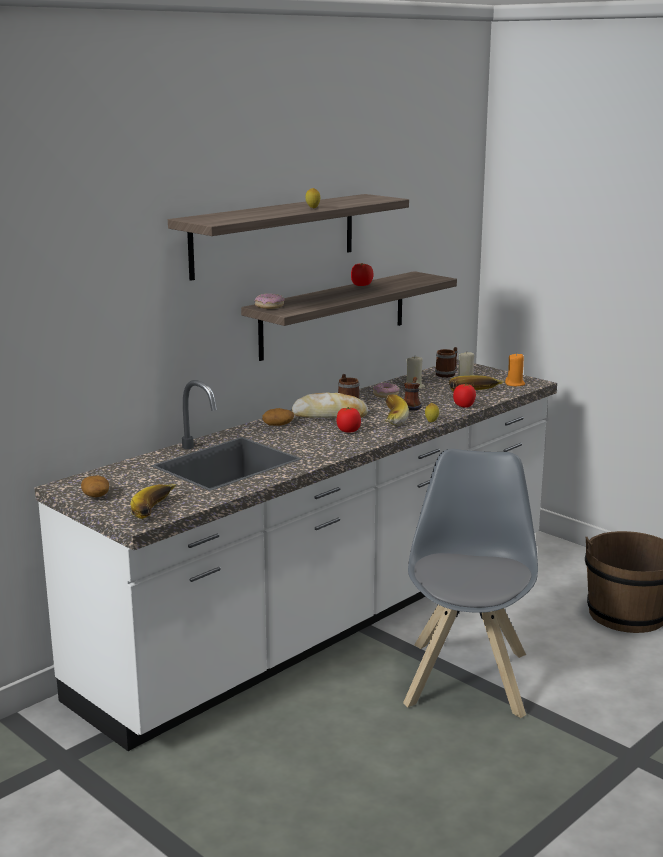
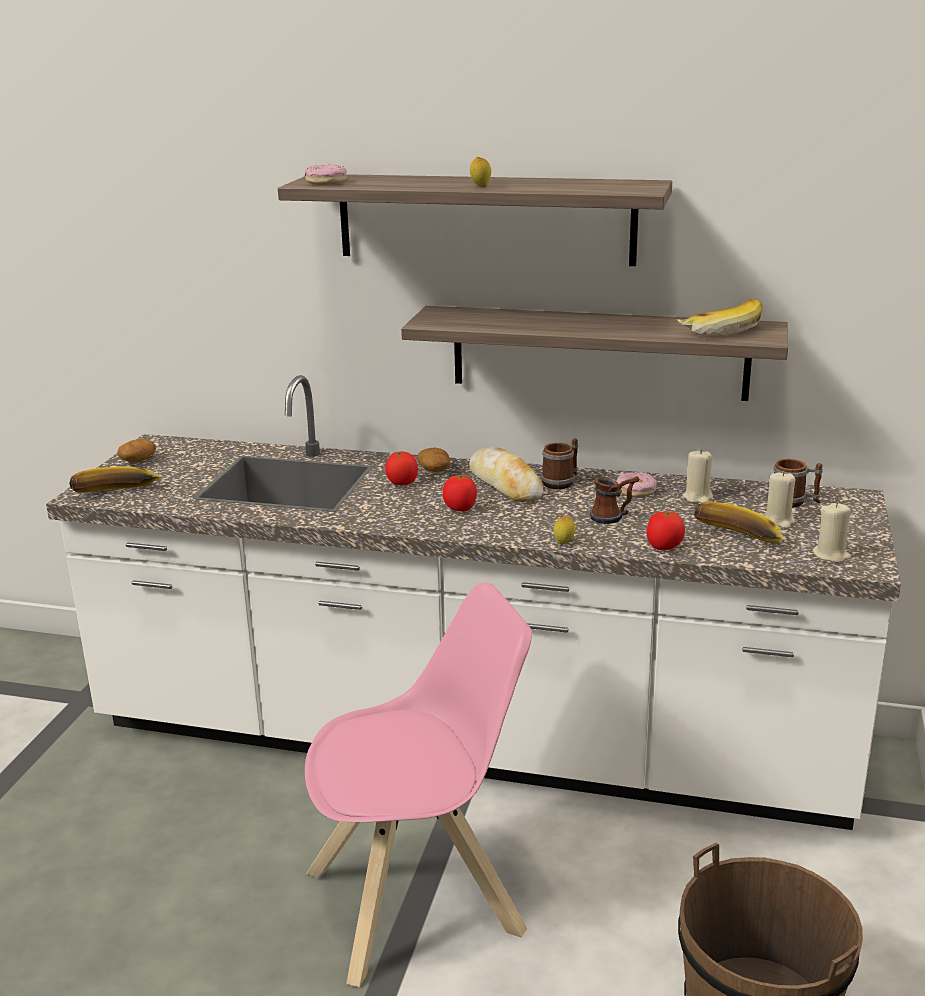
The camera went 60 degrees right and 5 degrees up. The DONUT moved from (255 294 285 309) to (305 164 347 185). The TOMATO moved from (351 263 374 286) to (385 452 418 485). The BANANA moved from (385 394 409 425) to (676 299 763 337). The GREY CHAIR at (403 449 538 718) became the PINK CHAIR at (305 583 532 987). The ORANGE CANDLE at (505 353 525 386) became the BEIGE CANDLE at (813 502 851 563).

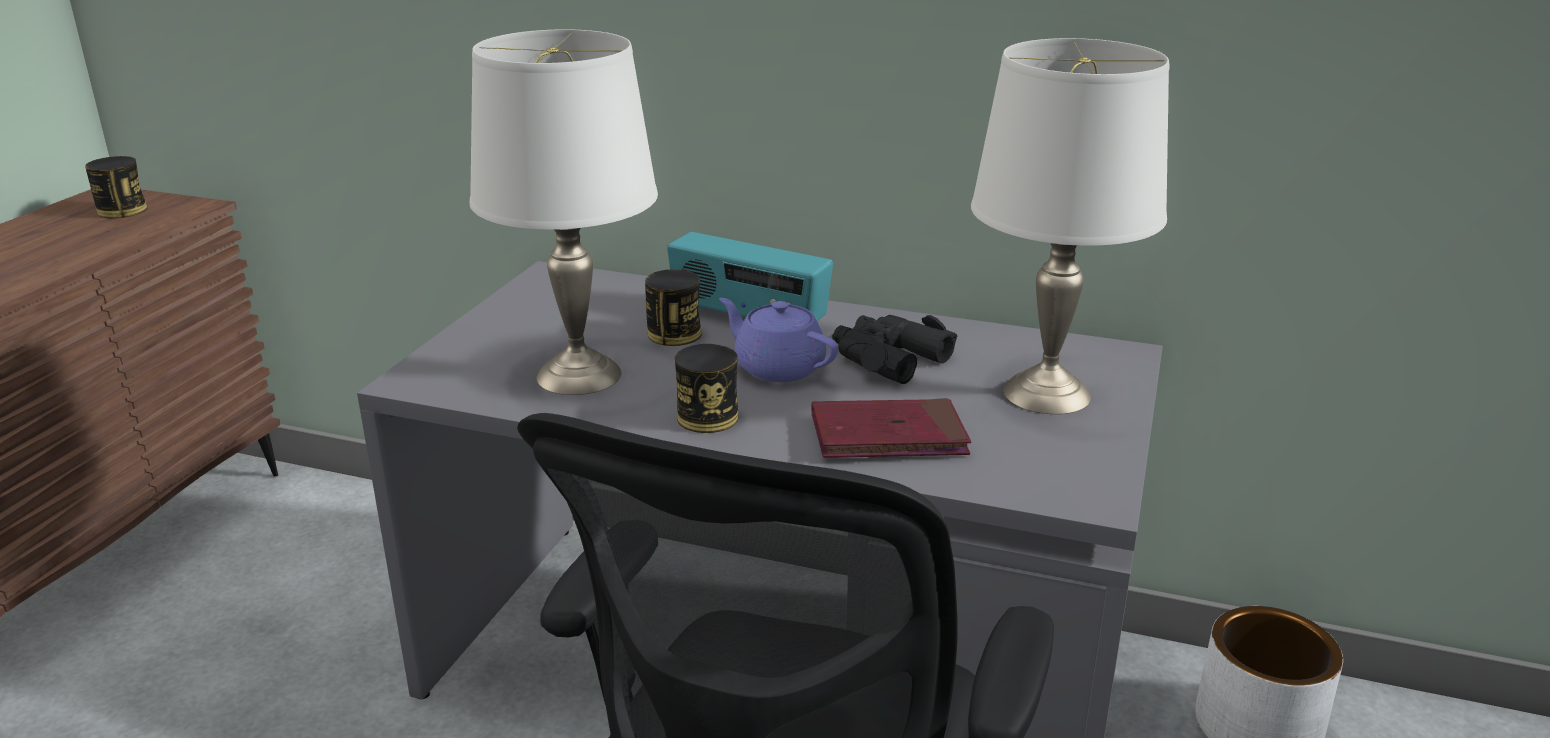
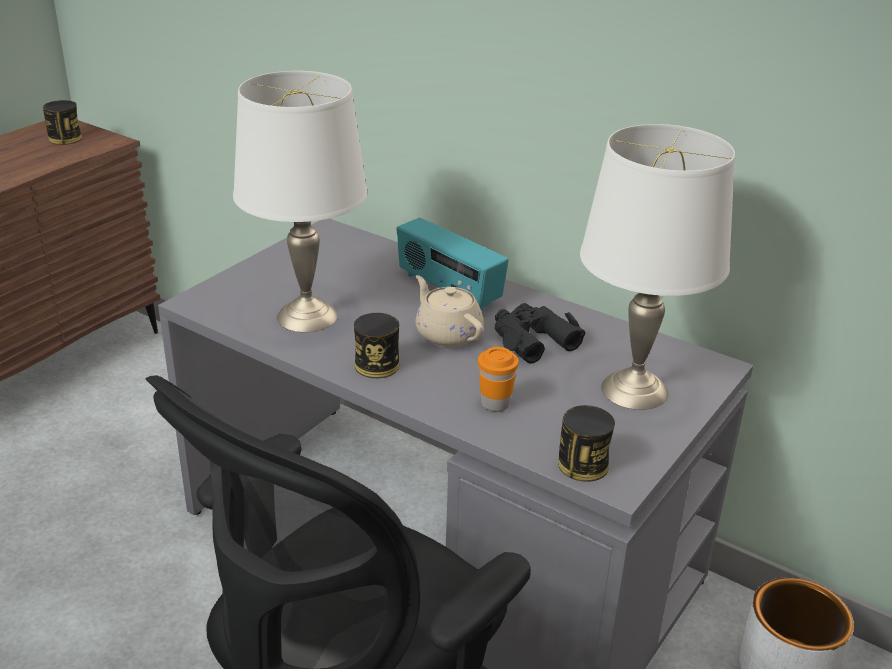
The camera went 15 degrees right and 5 degrees up. The CAN moved from (645 269 702 346) to (558 405 615 482). The RED BOOK at (811 398 971 458) was replaced by the ORANGE CUP at (478 347 519 412). The PURPLE TEAPOT at (719 298 838 382) became the BEIGE TEAPOT at (415 275 484 347).

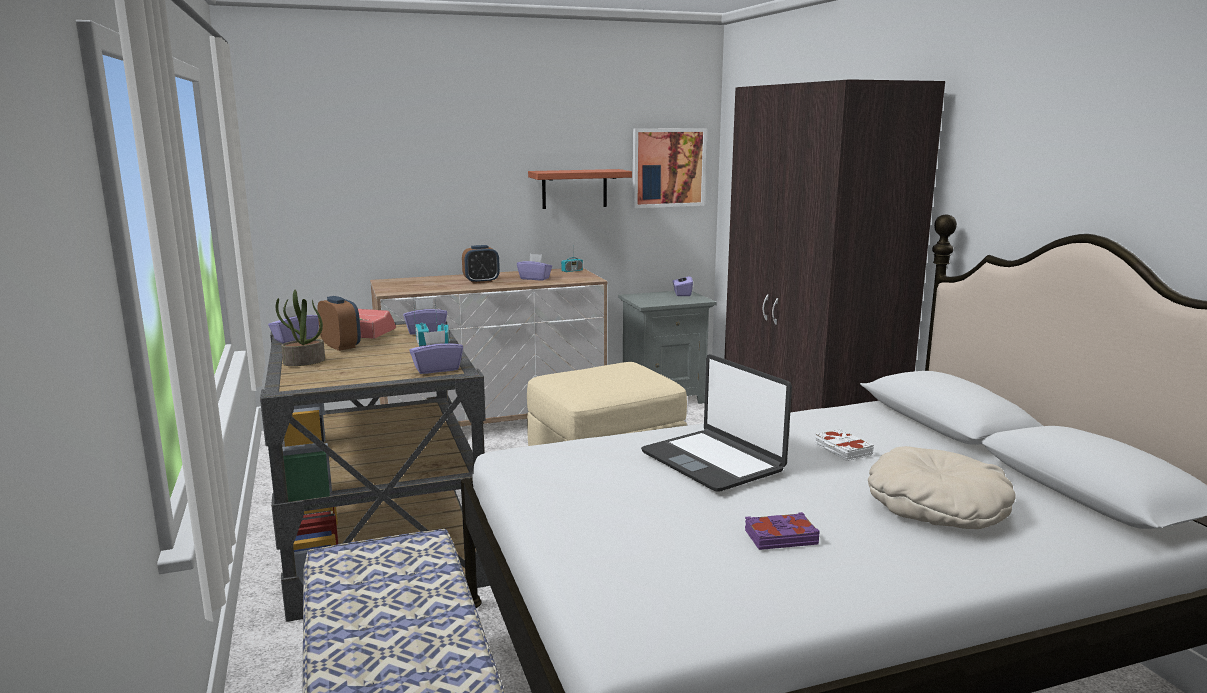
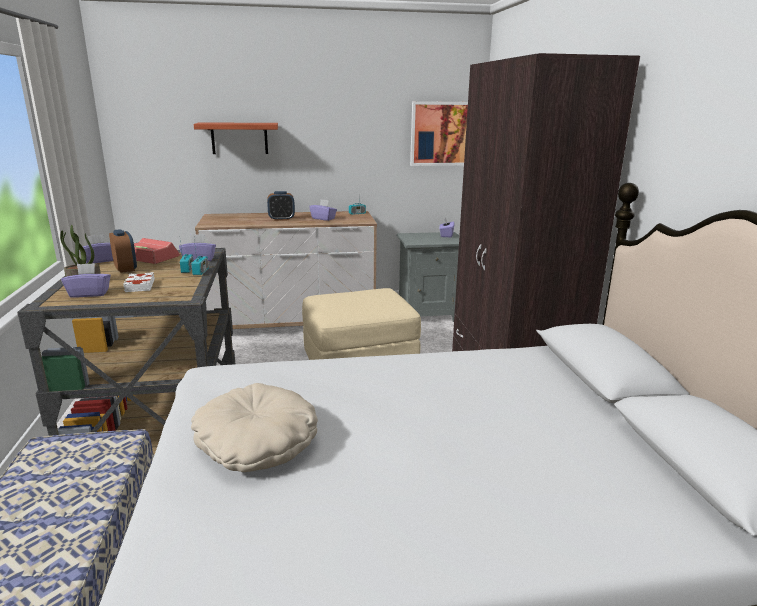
The camera went 10 degrees right and 5 degrees up. The LAPTOP at (641 354 792 492) disappeared. The PURPLE BOOK at (745 512 820 550) disappeared. The PURPLE TISSUE BOX moved from (409 330 463 374) to (61 263 111 298). The SHELF moved from (528 169 632 209) to (194 122 278 154). The WHITE BOOK moved from (815 428 874 461) to (123 272 155 292). The BEIGE PILLOW moved from (868 446 1016 529) to (191 383 318 472).

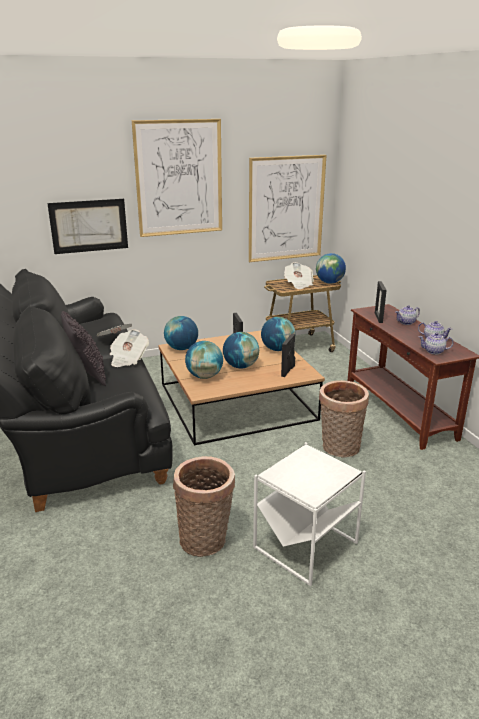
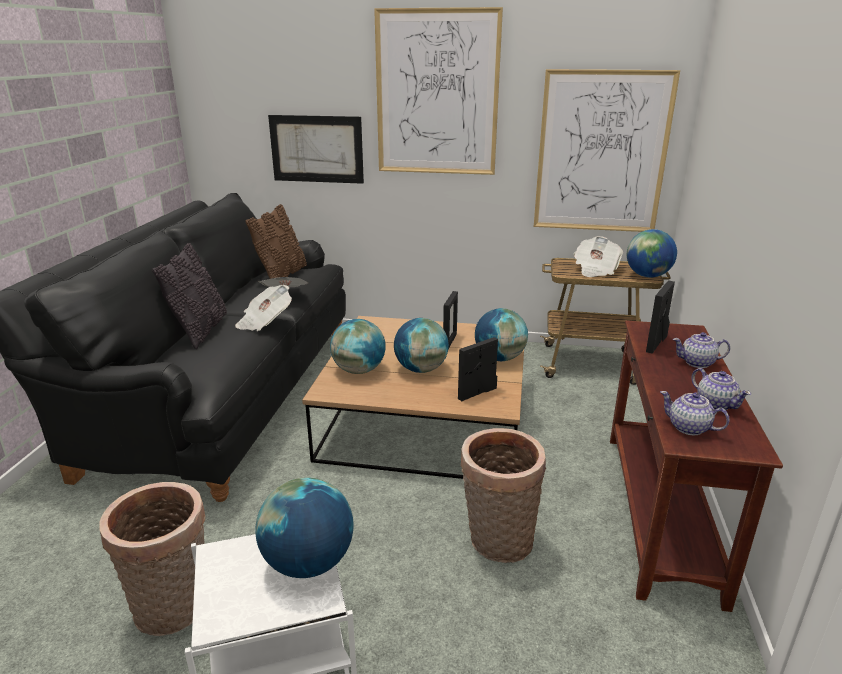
The camera went 30 degrees right and 0 degrees up. The BROWN PILLOW at (245 204 307 279) appeared. The GLOBE moved from (164 316 198 350) to (255 477 353 578).

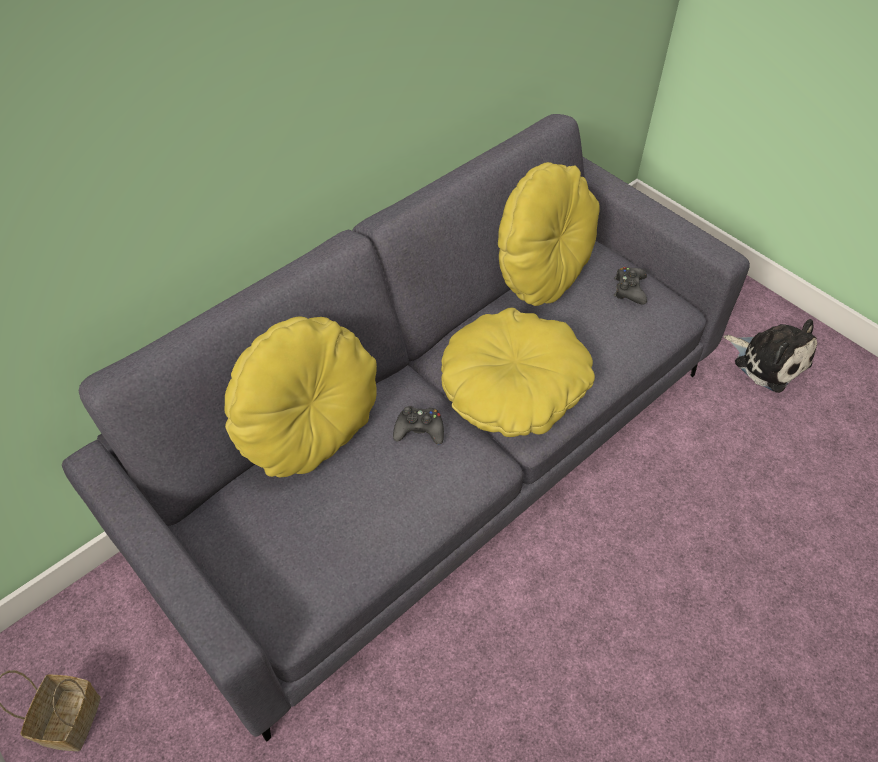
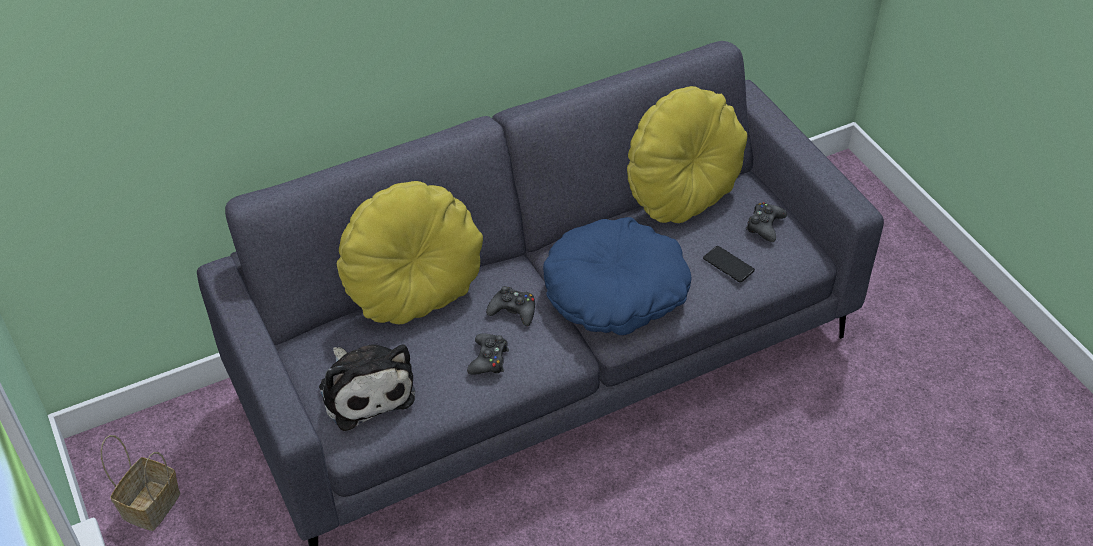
The camera went 15 degrees right and 5 degrees down. The BLACK GAME CONTROLLER at (467 333 509 375) appeared. The PHONE at (703 246 755 282) appeared. The PLUSH TOY moved from (724 319 817 393) to (319 344 415 431). The YELLOW PILLOW at (441 308 595 437) became the BLUE PILLOW at (543 217 691 335).

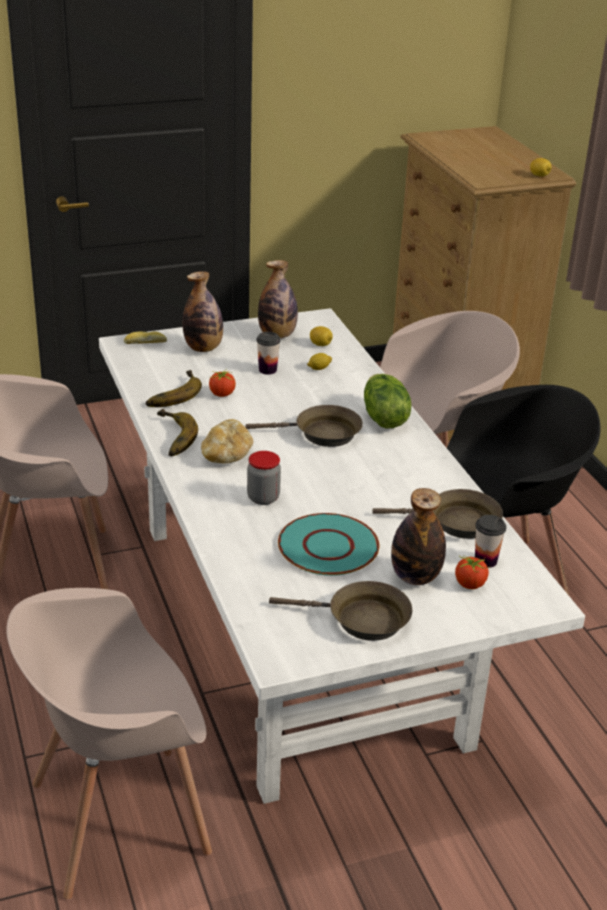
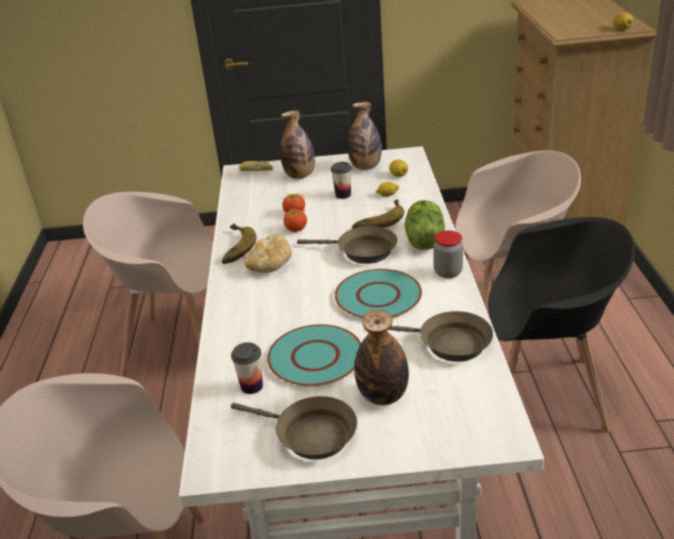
The camera went 20 degrees right and 0 degrees up. The TURQUOISE PLATE at (335 269 422 318) appeared. The BANANA moved from (146 370 202 407) to (352 200 404 229). The JAR moved from (247 451 281 505) to (433 230 463 278). The TOMATO moved from (455 556 489 589) to (283 208 307 232). The CUP moved from (475 515 506 568) to (231 342 263 394).

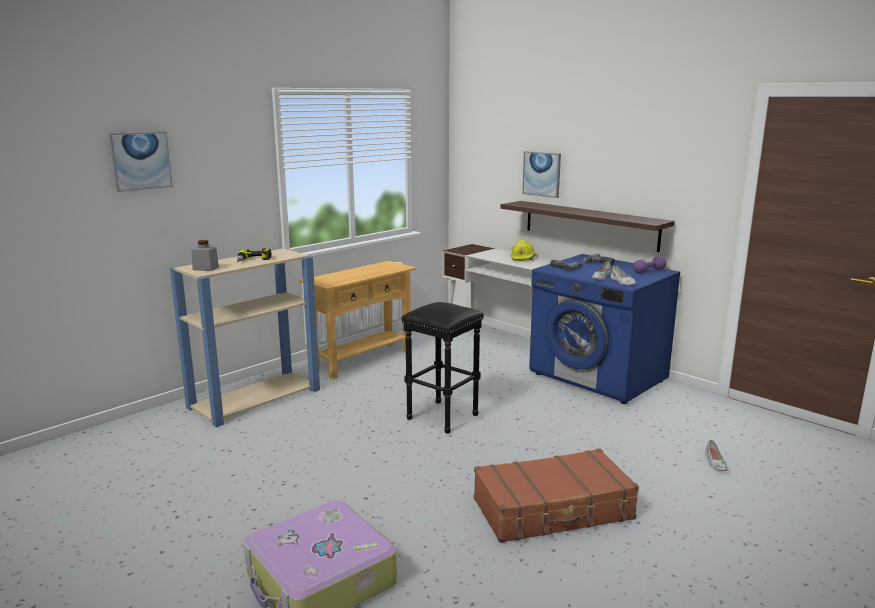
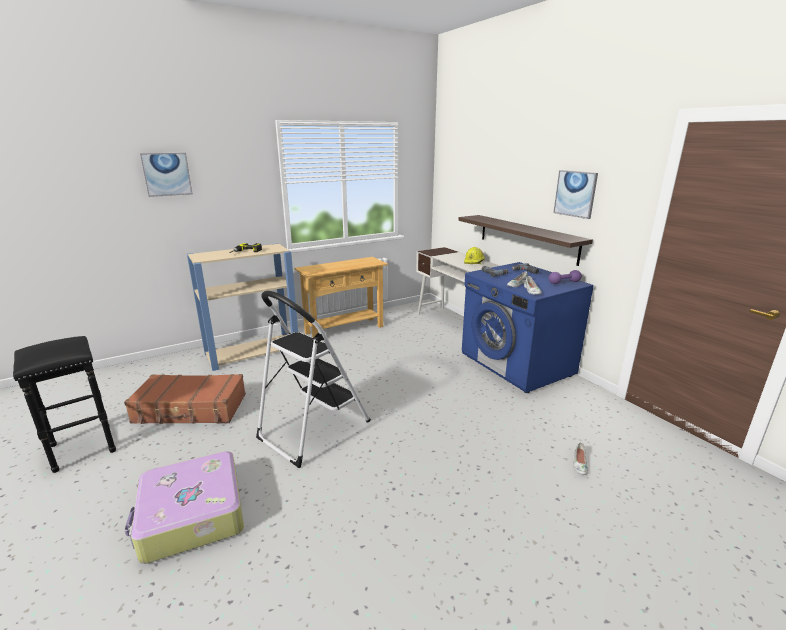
The camera went 15 degrees right and 5 degrees up. The GREY JAR at (192 240 219 271) disappeared. The STEP LADDER at (256 291 371 468) appeared. The BLACK STOOL moved from (401 302 484 434) to (13 336 116 473). The BROWN SUITCASE moved from (474 448 639 543) to (124 374 246 424). The PICTURE moved from (522 151 561 198) to (553 170 598 219).

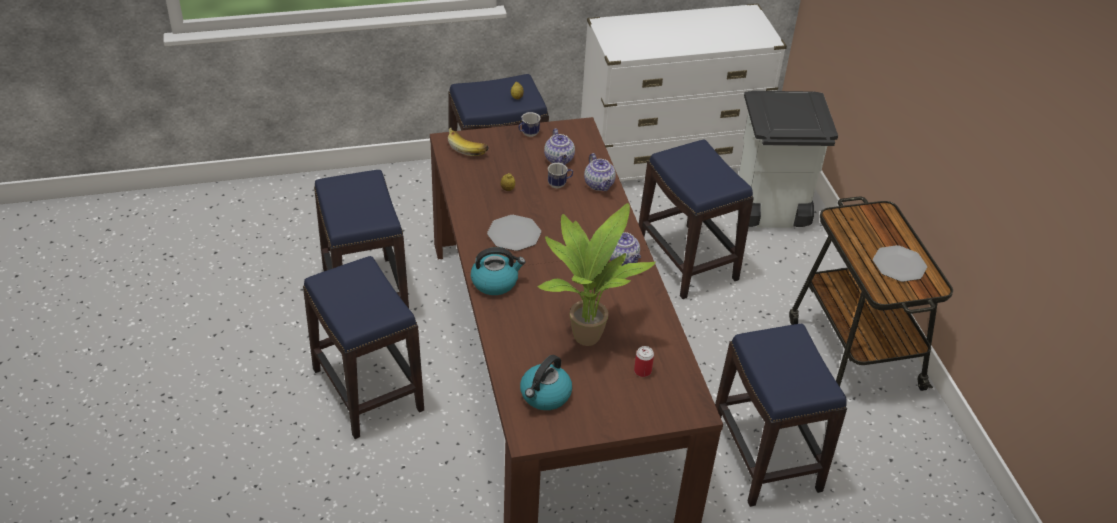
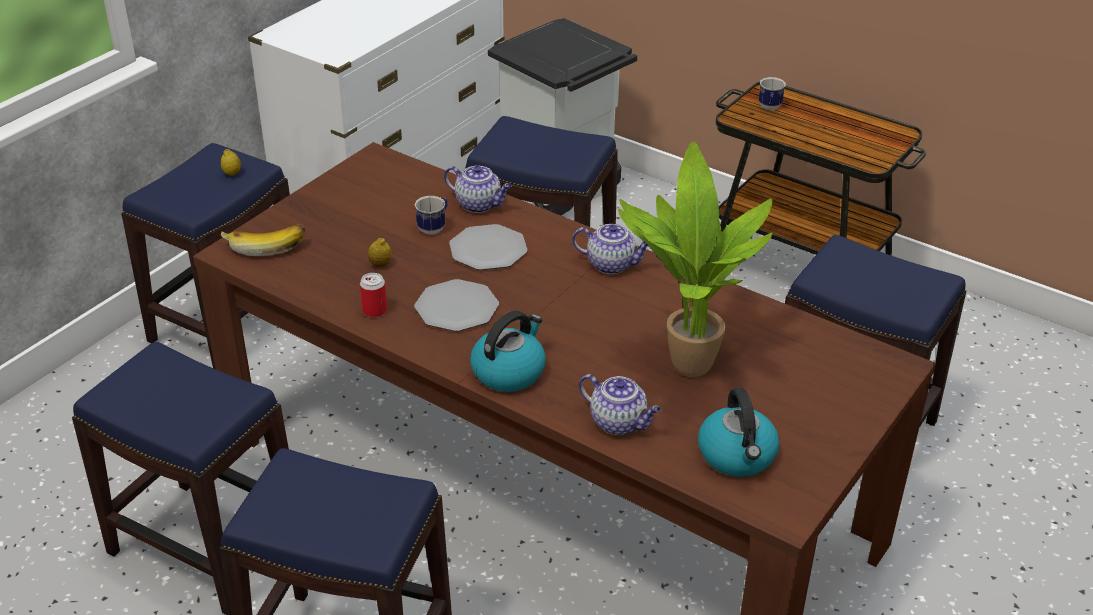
The camera went 40 degrees left and 5 degrees down. The MUG moved from (519 112 540 137) to (759 77 786 110). The TEAPOT moved from (544 128 575 165) to (579 374 661 435). The CAN moved from (634 346 654 377) to (360 273 387 318). The PLATE moved from (873 245 927 282) to (449 224 528 270).

